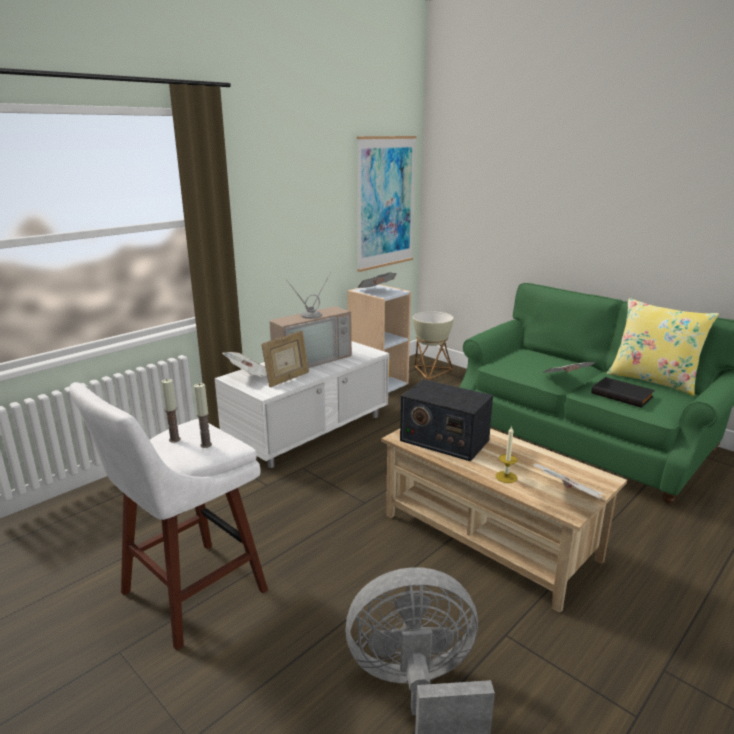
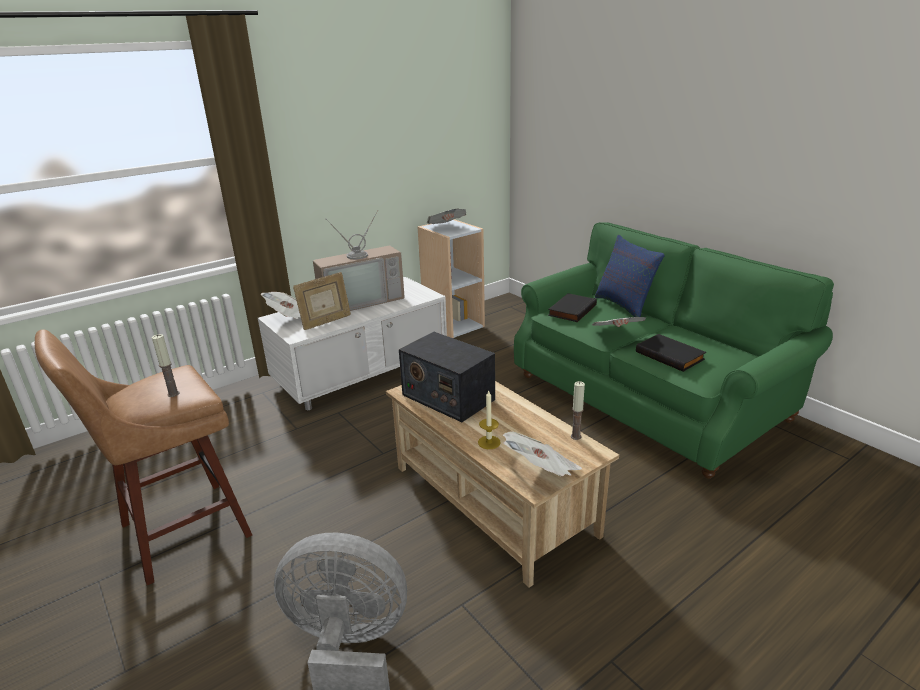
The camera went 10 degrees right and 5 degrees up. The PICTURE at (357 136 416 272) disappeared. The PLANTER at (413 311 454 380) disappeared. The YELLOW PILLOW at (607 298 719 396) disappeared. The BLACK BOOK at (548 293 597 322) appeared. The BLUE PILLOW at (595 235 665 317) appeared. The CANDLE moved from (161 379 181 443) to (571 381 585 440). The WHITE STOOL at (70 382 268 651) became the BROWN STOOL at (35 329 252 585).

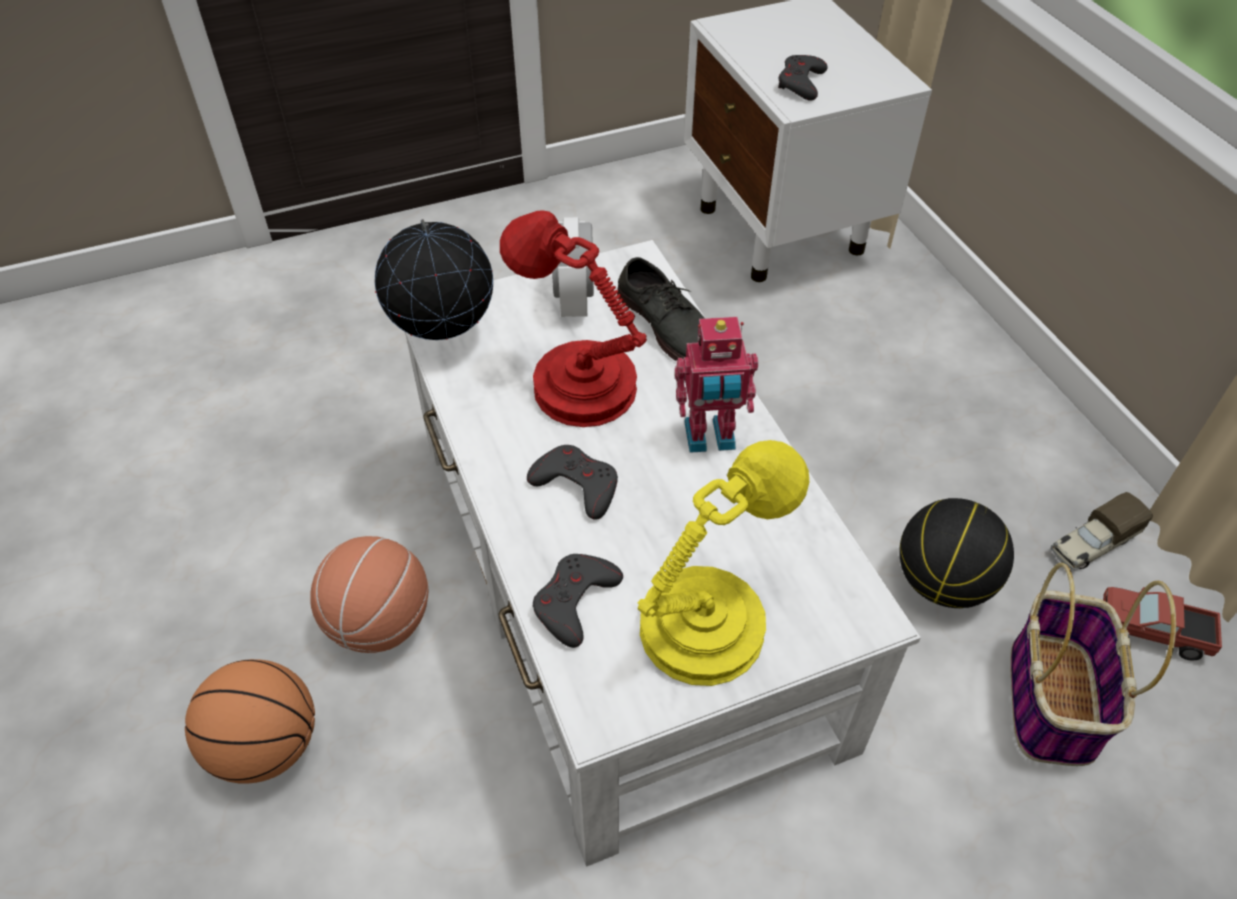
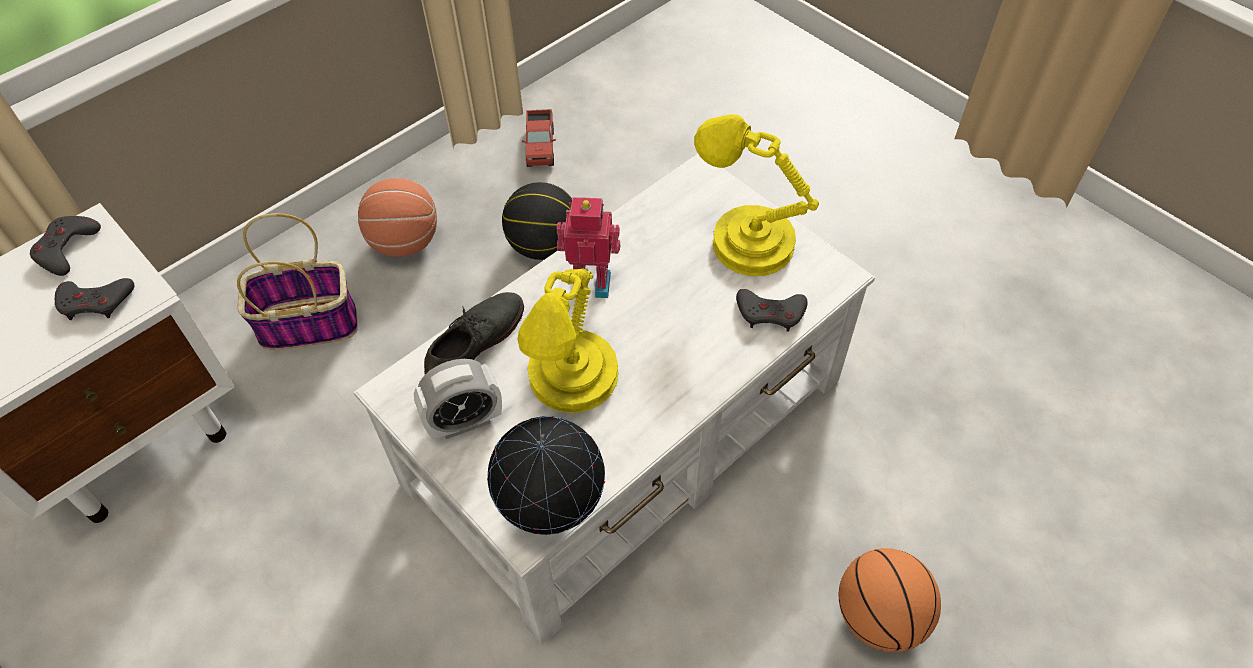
The camera went 110 degrees left and 5 degrees up. The TOY TRUCK at (1051 492 1153 570) disappeared. The BASKETBALL moved from (310 536 428 653) to (358 178 437 257). The GREY GAME CONTROLLER moved from (527 445 618 520) to (30 216 101 276). The BASKET moved from (1010 563 1176 766) to (237 213 358 350). The RED TABLE LAMP at (500 210 647 427) became the YELLOW TABLE LAMP at (517 268 618 413). The TOY ROBOT at (675 317 758 453) turned 60 degrees counterclockwise.

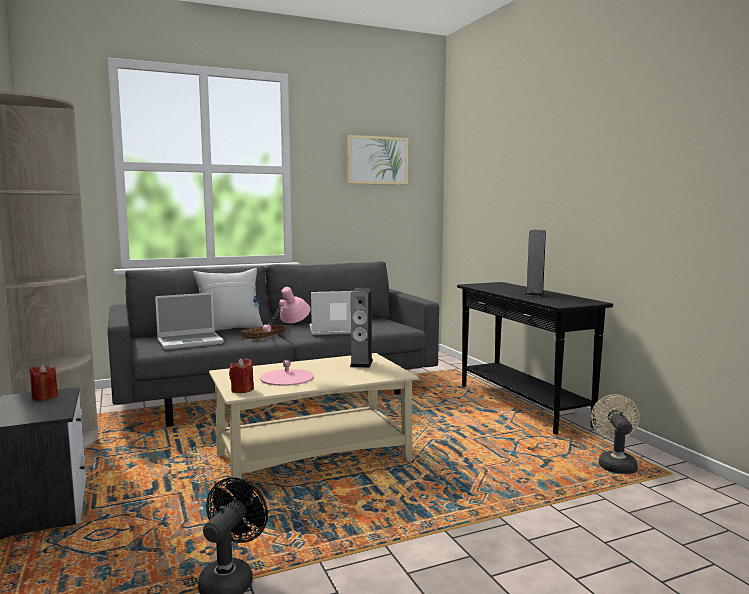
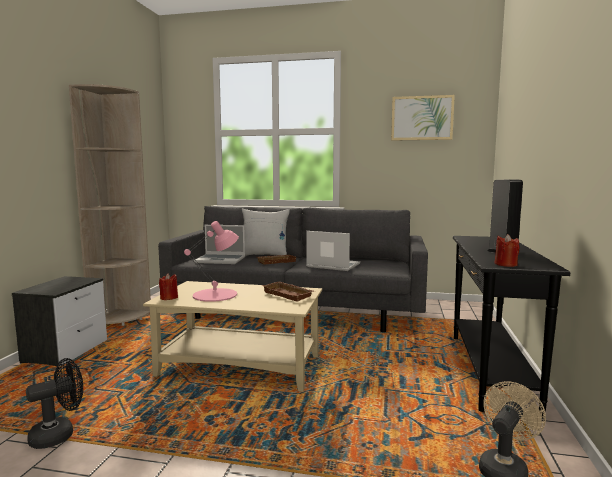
The camera went 35 degrees right and 0 degrees up. The RED CANDLE moved from (29 364 58 401) to (495 234 520 267). The SPEAKER at (350 288 373 368) was replaced by the BROWN TRAY at (262 281 314 302).

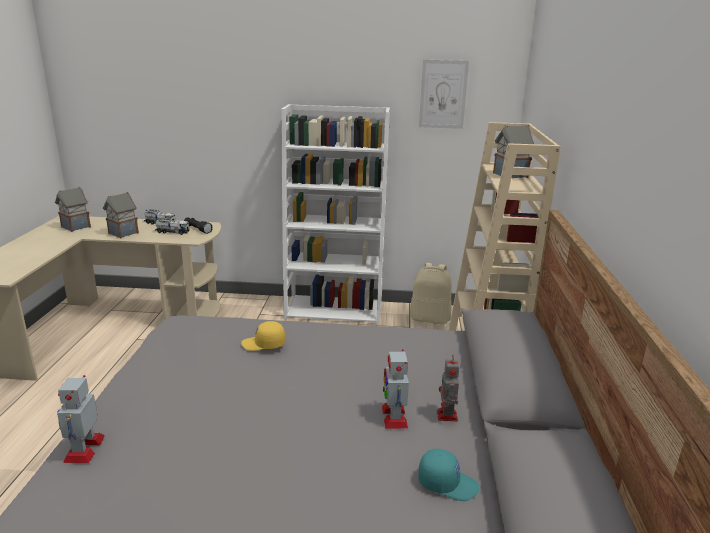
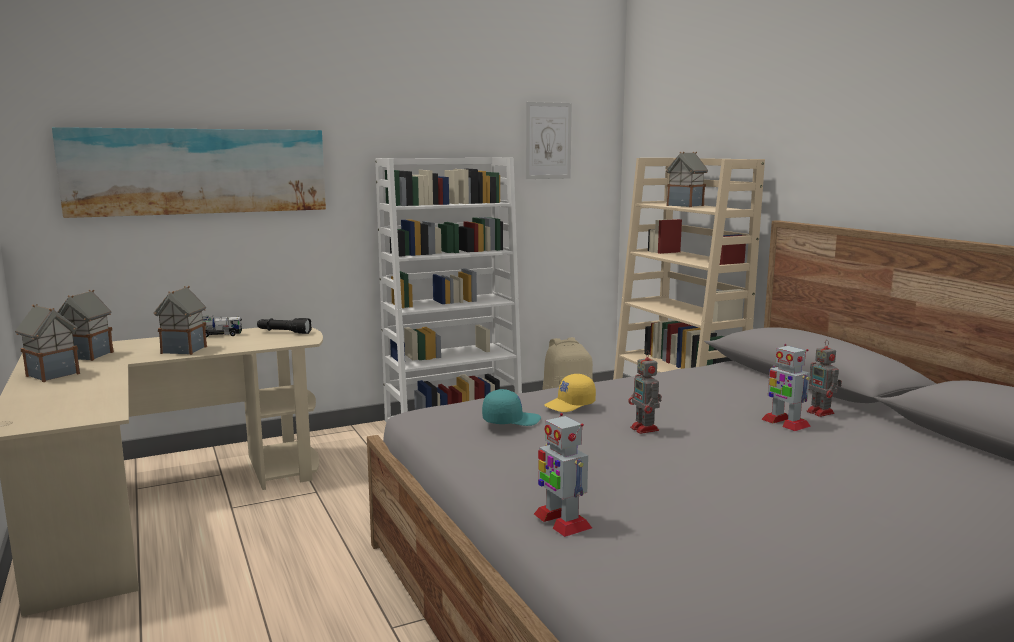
The camera went 30 degrees left and 10 degrees down. The TOY TRUCK at (155 218 190 235) disappeared. The TOY HOUSE at (15 304 80 382) appeared. The PICTURE at (52 127 326 218) appeared. The TOY ROBOT at (628 350 662 434) appeared. The TURQUOISE CAP moved from (418 449 479 501) to (482 389 541 426).

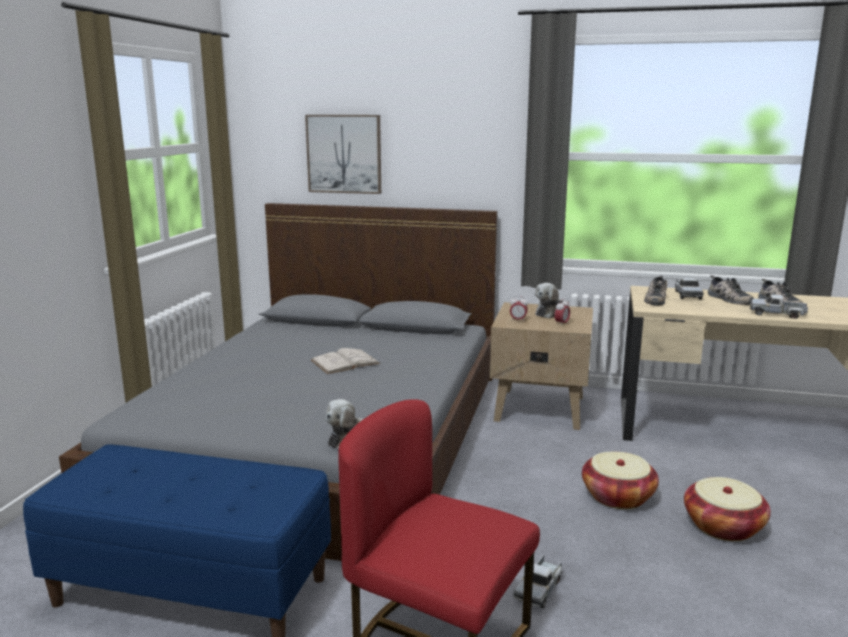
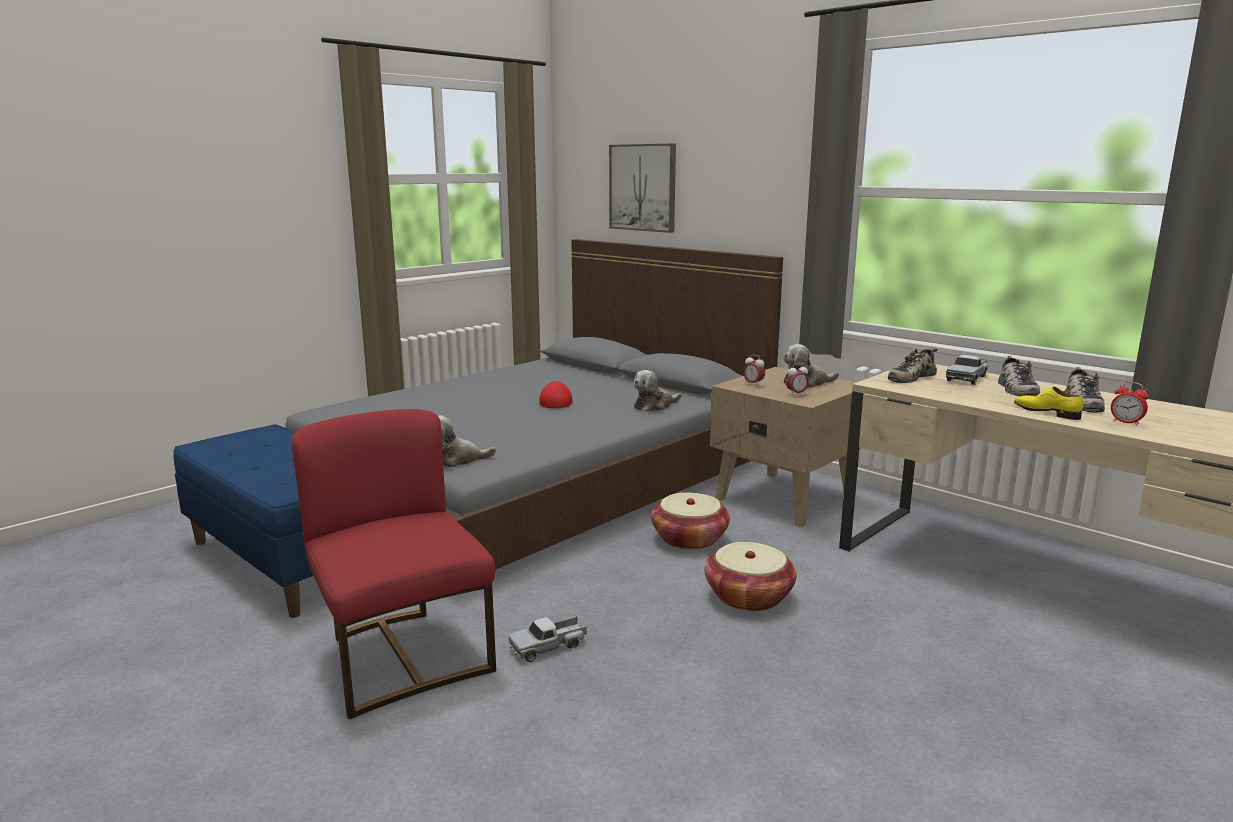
The camera went 30 degrees right and 0 degrees up. The PLUSH TOY at (633 370 681 412) appeared. The ALARM CLOCK at (1111 382 1149 425) appeared. The BASKET moved from (684 477 771 541) to (651 493 730 550). The WHITE BOOK at (311 348 381 374) was replaced by the RED CAP at (539 381 573 408). The TOY TRUCK at (750 295 808 319) was replaced by the YELLOW SHOE at (1014 386 1083 420).

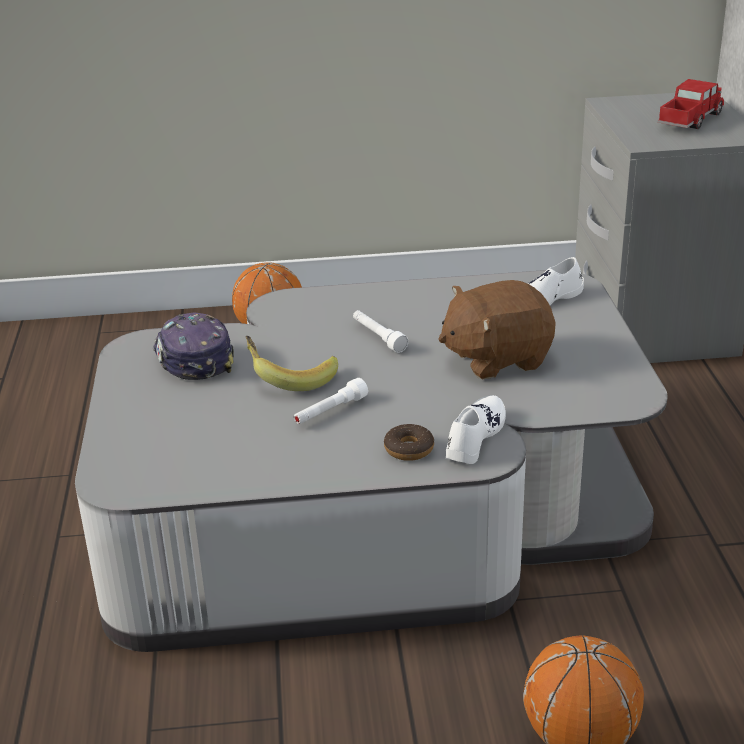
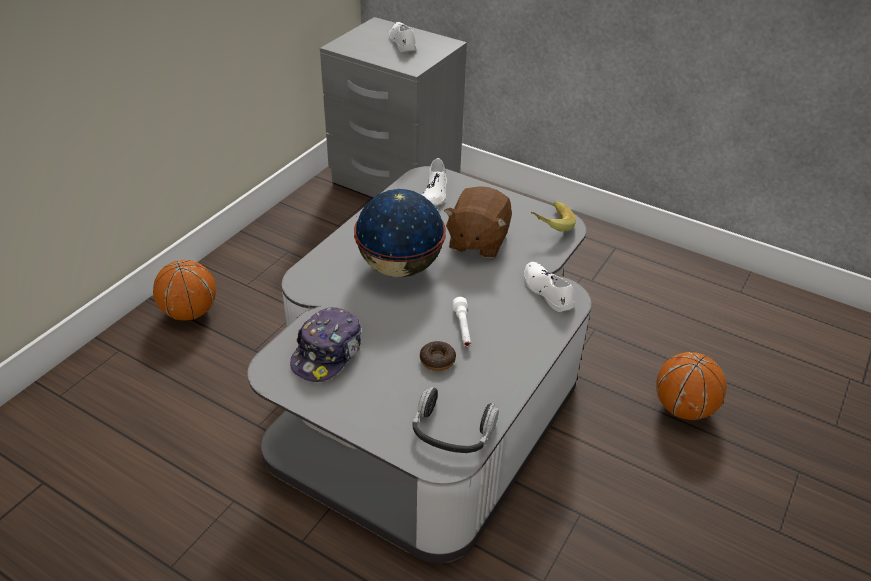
The camera went 55 degrees left and 10 degrees up. The HEADPHONES at (413 387 499 453) appeared. The BANANA moved from (245 336 338 391) to (531 202 576 232). The DONUT moved from (384 424 434 461) to (420 341 456 371). The WHITE FLASHLIGHT at (353 310 409 353) was replaced by the GLOBE at (354 189 446 277). The TOY TRUCK at (657 79 724 129) was replaced by the WHITE SHOE at (389 22 416 52). The CAP at (152 313 234 380) turned 75 degrees counterclockwise.

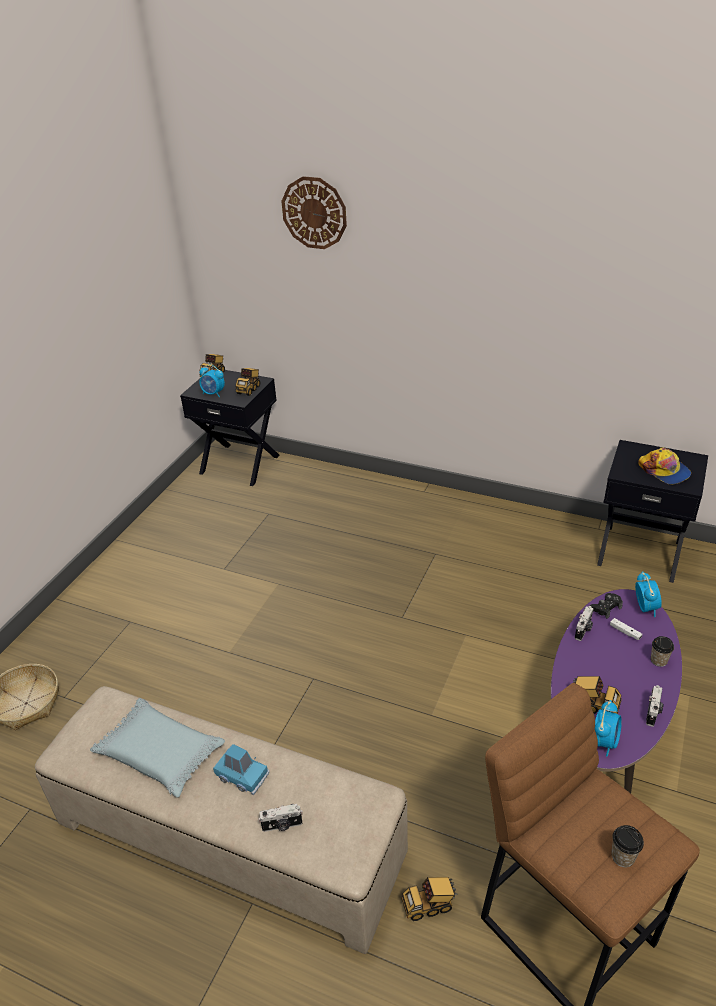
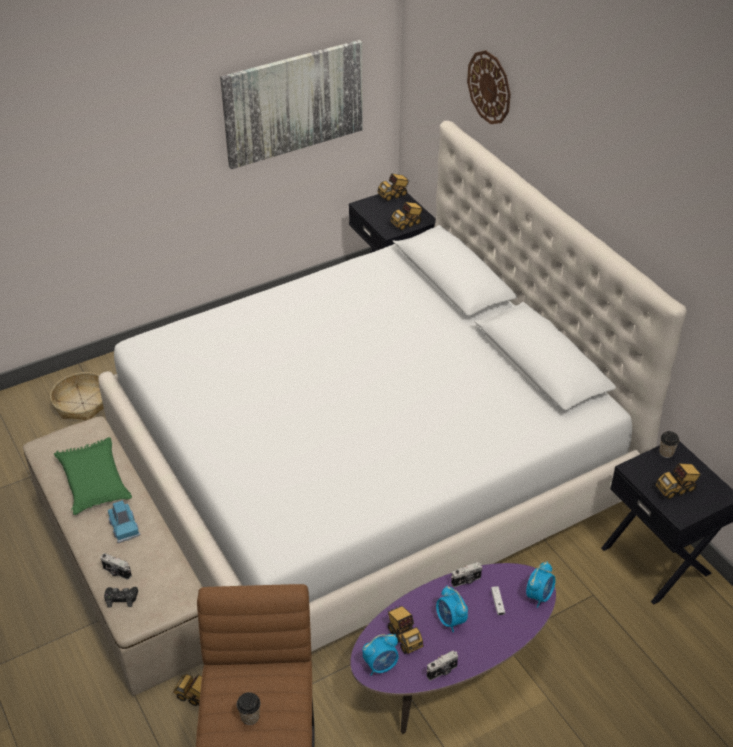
The camera went 35 degrees right and 5 degrees up. The WHITE BED at (98 121 687 652) appeared. The PICTURE at (220 40 362 169) appeared. The ALARM CLOCK moved from (199 364 225 397) to (436 586 468 632). The BLACK GAME CONTROLLER moved from (590 593 623 619) to (104 587 138 607). The CUP moved from (651 636 674 667) to (659 431 679 458). The CAP at (638 447 691 484) was replaced by the TOY TRUCK at (656 463 702 499). The BLUE PILLOW at (90 698 225 797) became the GREEN PILLOW at (54 437 132 515).

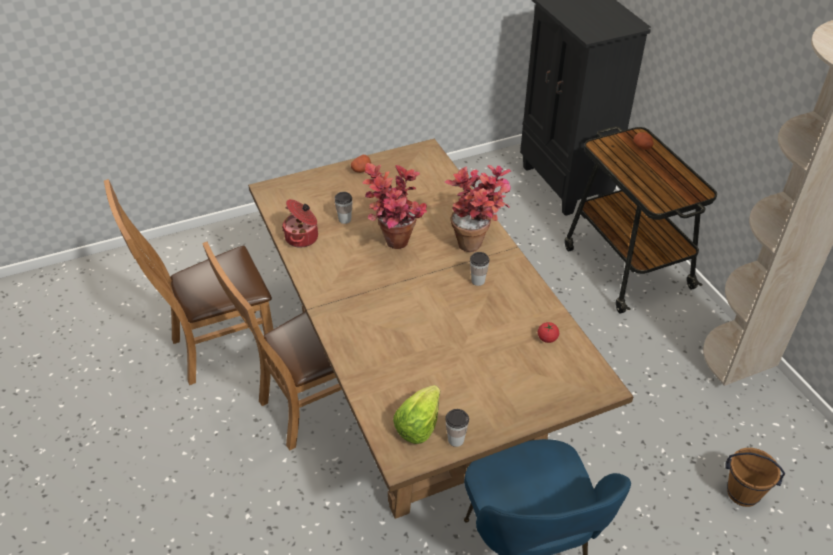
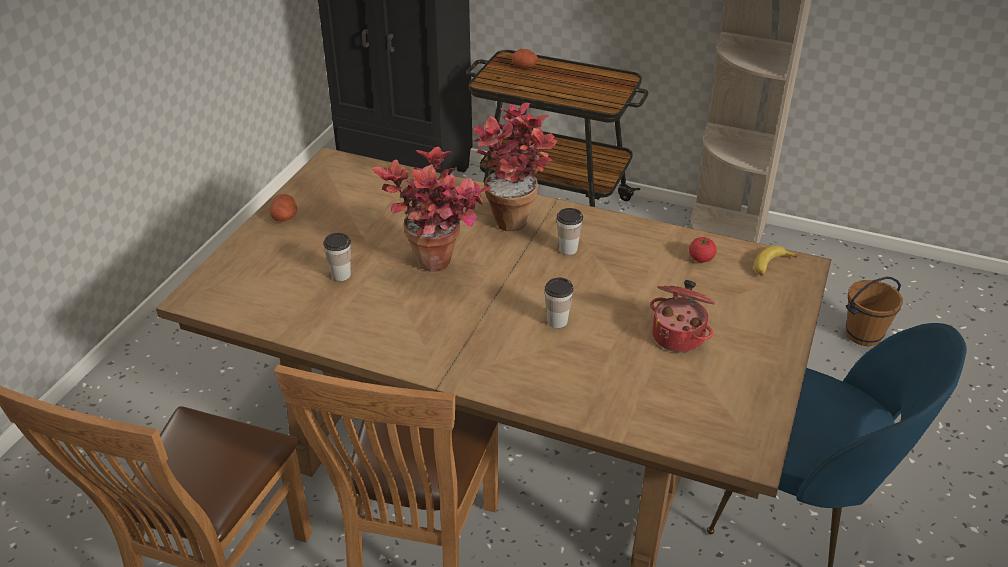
The camera went 45 degrees left and 5 degrees down. The LETTUCE at (393 385 440 444) disappeared. The BANANA at (754 246 799 276) appeared. The COOKING POT moved from (282 199 318 247) to (650 280 715 352). The CUP moved from (445 409 469 447) to (545 278 574 328).

